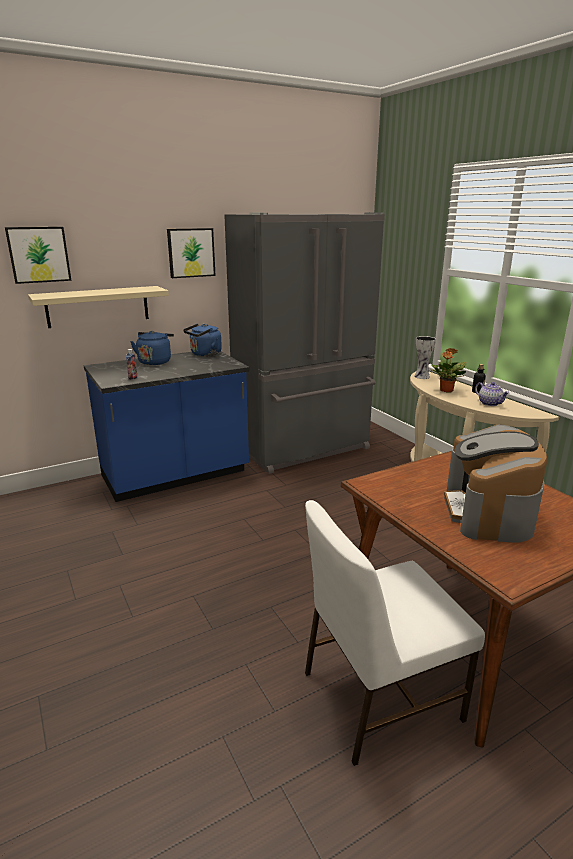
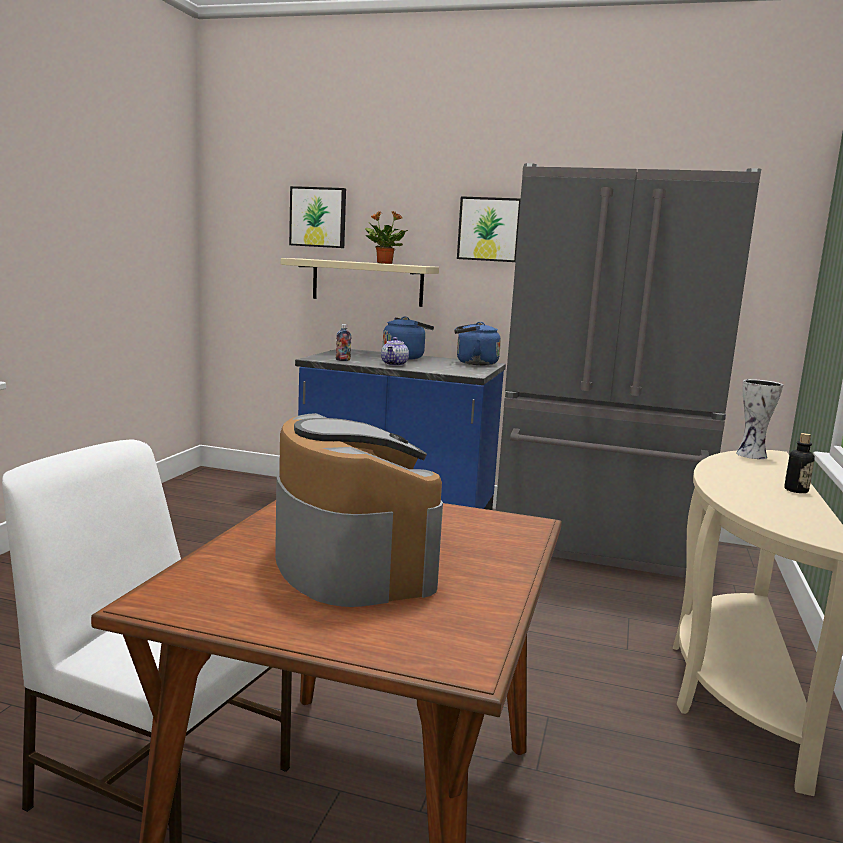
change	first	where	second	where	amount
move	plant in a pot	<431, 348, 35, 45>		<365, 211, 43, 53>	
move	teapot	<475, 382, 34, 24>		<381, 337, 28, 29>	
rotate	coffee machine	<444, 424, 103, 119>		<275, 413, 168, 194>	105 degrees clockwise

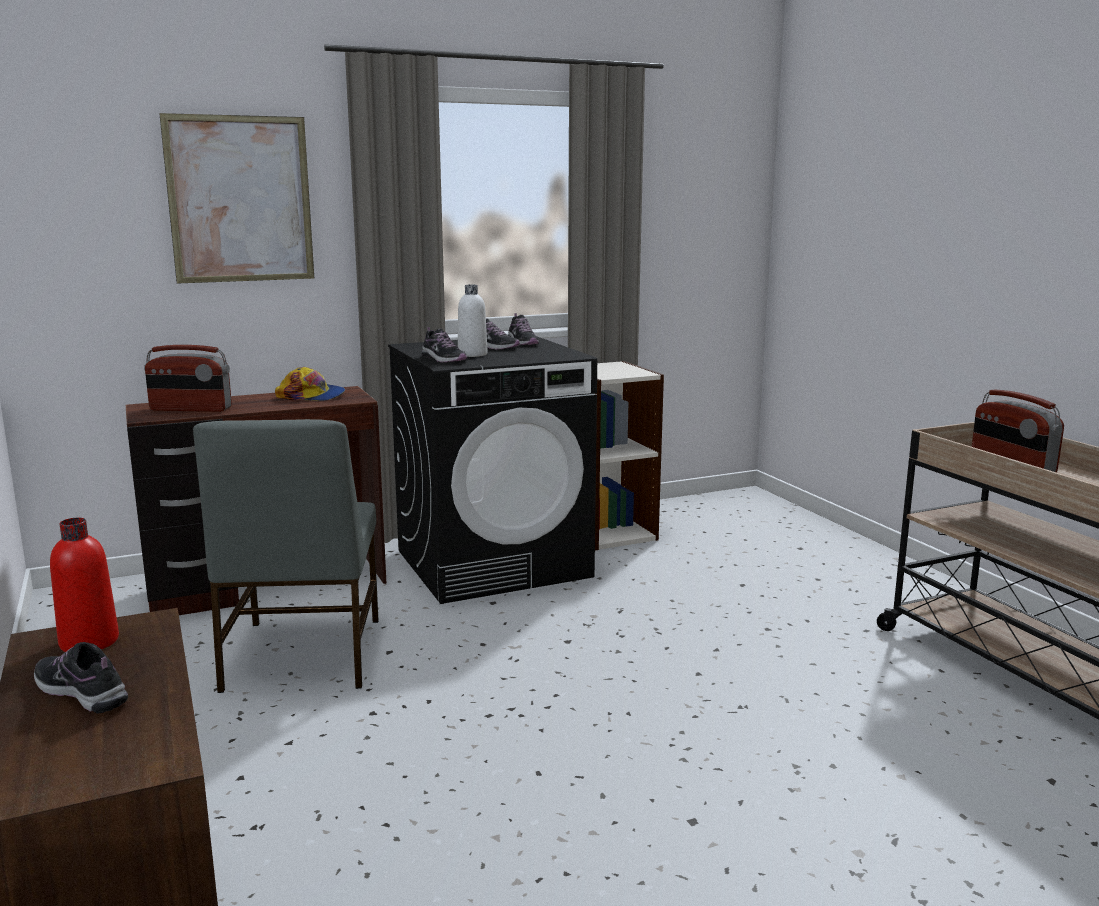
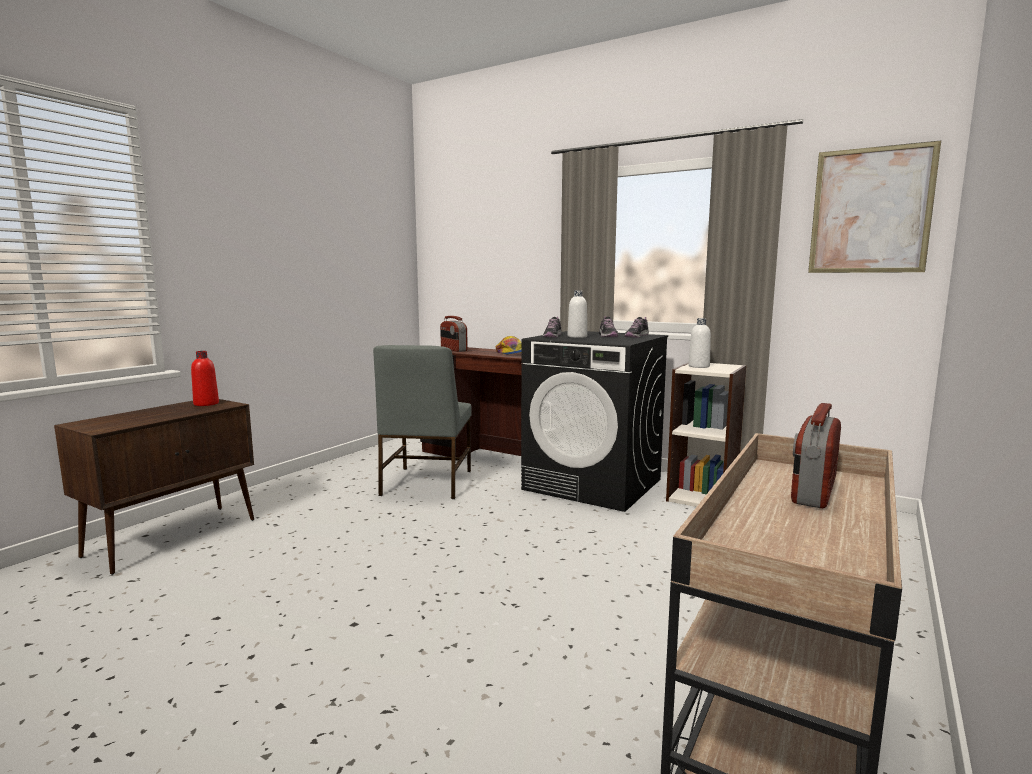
change	first	where	second	where	amount
delete	item of footwear	<34, 642, 94, 72>			
insert			white bottle	<688, 318, 23, 50>	
move	wall art	<159, 113, 155, 171>		<808, 141, 133, 132>	
rotate	greyish upright chair	<193, 419, 186, 274>		<373, 345, 99, 154>	45 degrees counterclockwise

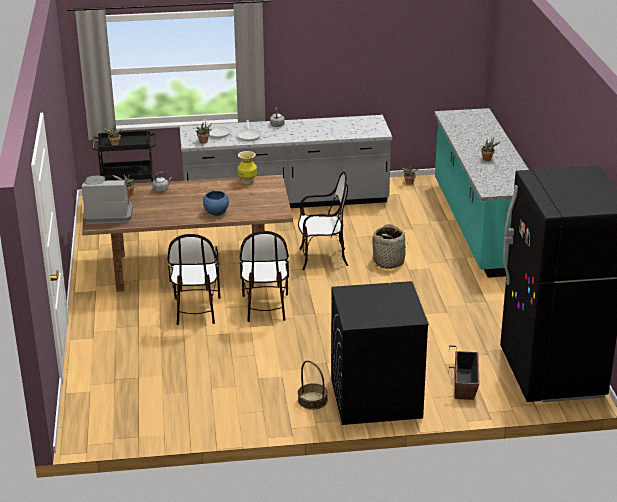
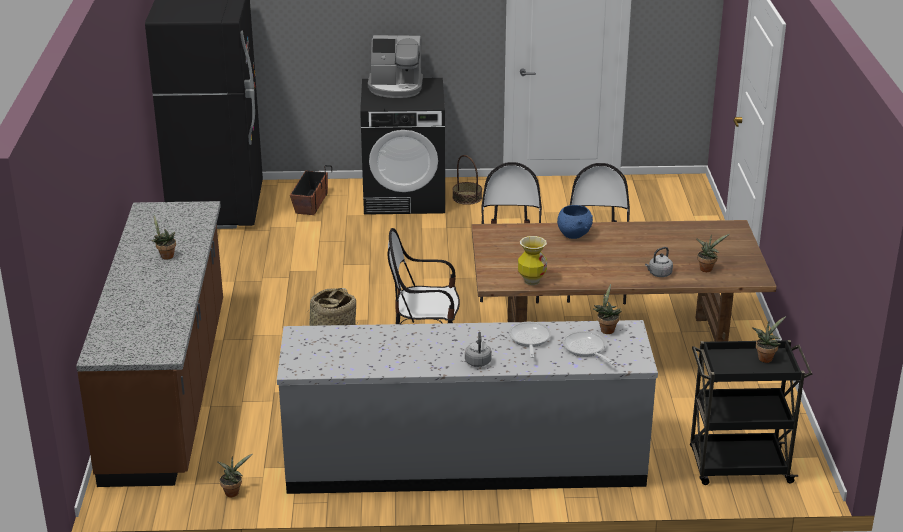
change	first	where	second	where	amount
move	coffee machine	<82, 176, 51, 48>		<368, 35, 55, 63>	
recolor	turquoise counter	<434, 108, 95, 170>	brown-coloured counter	<76, 201, 147, 286>	

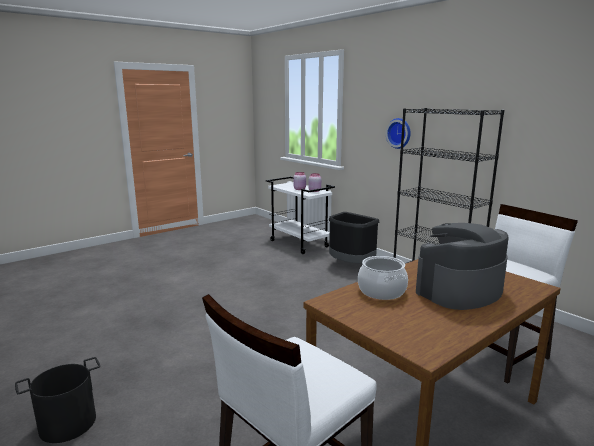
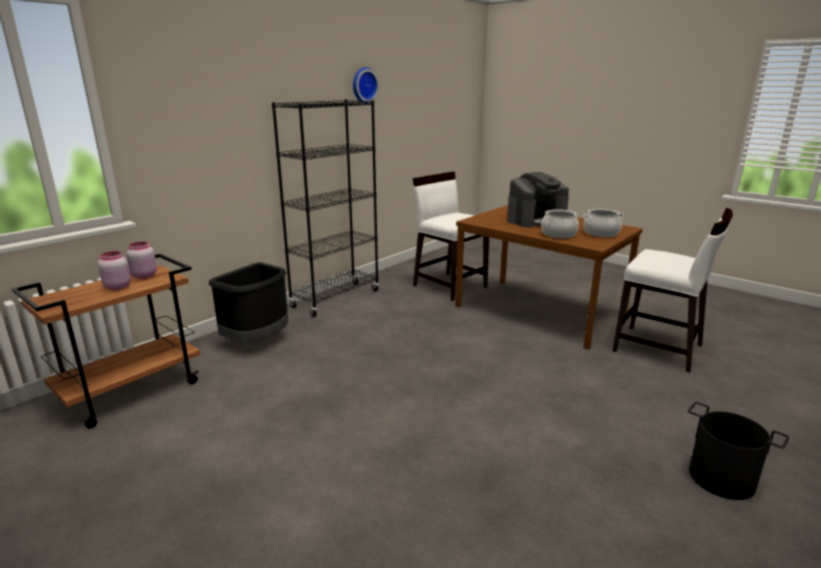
change	first	where	second	where	amount
insert			stockpot	<583, 209, 41, 28>	
move	hanging clock	<386, 118, 25, 31>		<353, 67, 26, 37>	
recolor	white cart	<266, 177, 69, 77>	brown-coloured cart	<12, 254, 188, 175>	
rotate	coffee machine	<416, 223, 93, 87>		<507, 172, 62, 56>	75 degrees counterclockwise

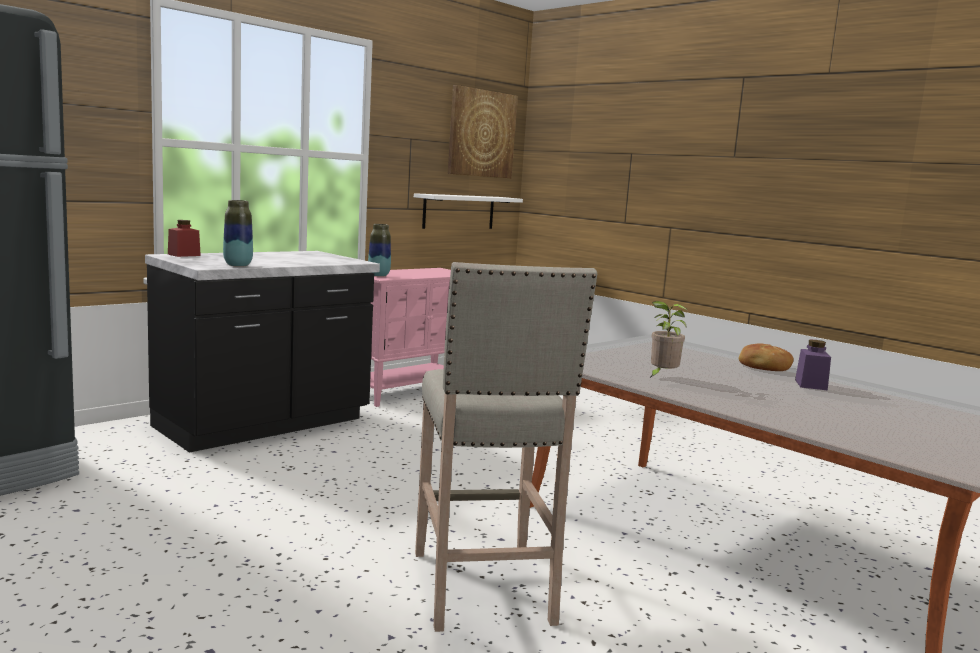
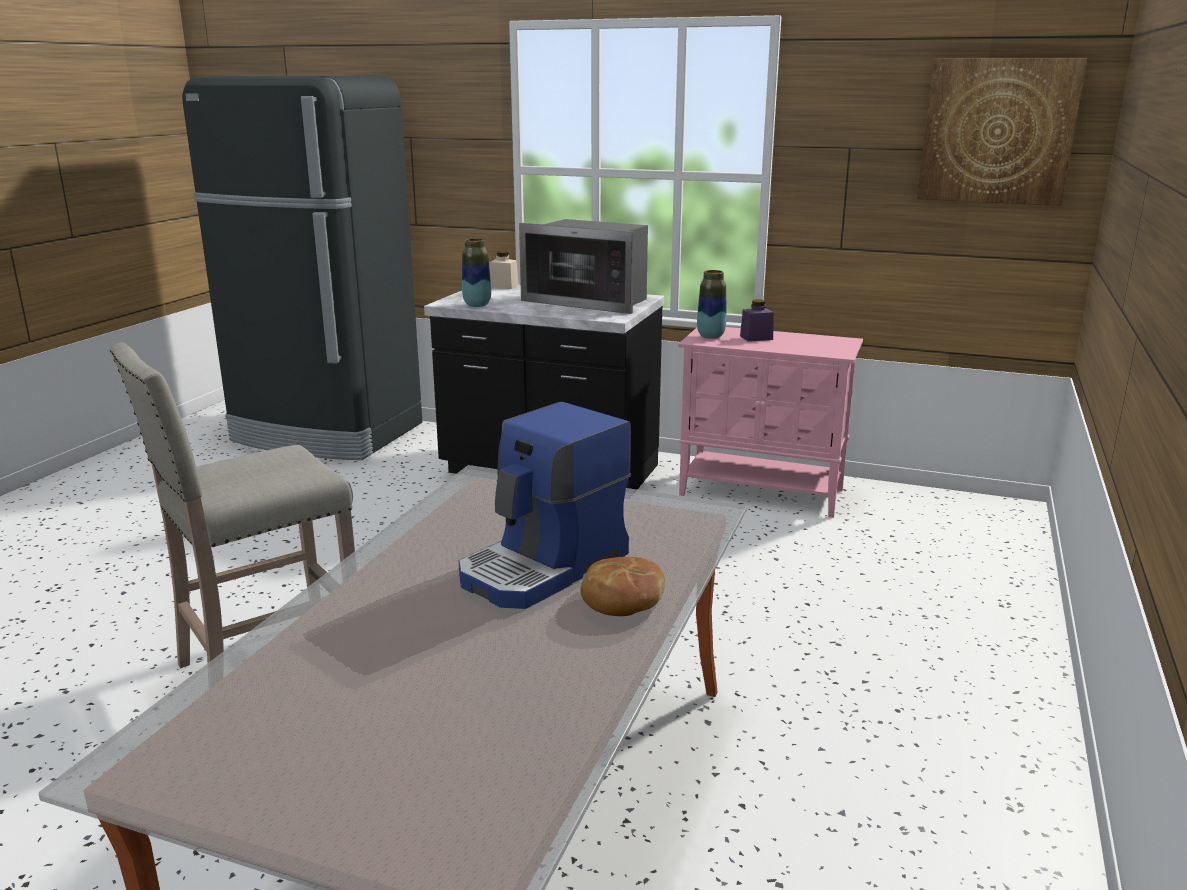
change	first	where	second	where	amount
delete	white wall shelf	<414, 193, 109, 36>			
delete	plant in a pot	<650, 301, 37, 77>			
insert			coffee machine	<459, 402, 172, 207>	
insert			microwave	<519, 219, 129, 95>	
move	purplish jar	<795, 340, 36, 51>		<740, 299, 34, 43>	
recolor	red-coloured jar	<168, 220, 33, 37>	sand-coloured jar	<489, 251, 29, 38>	

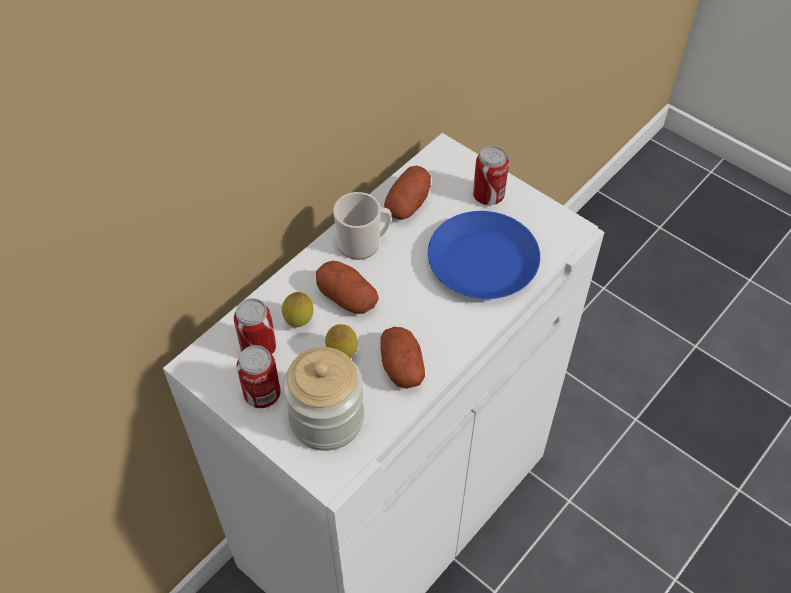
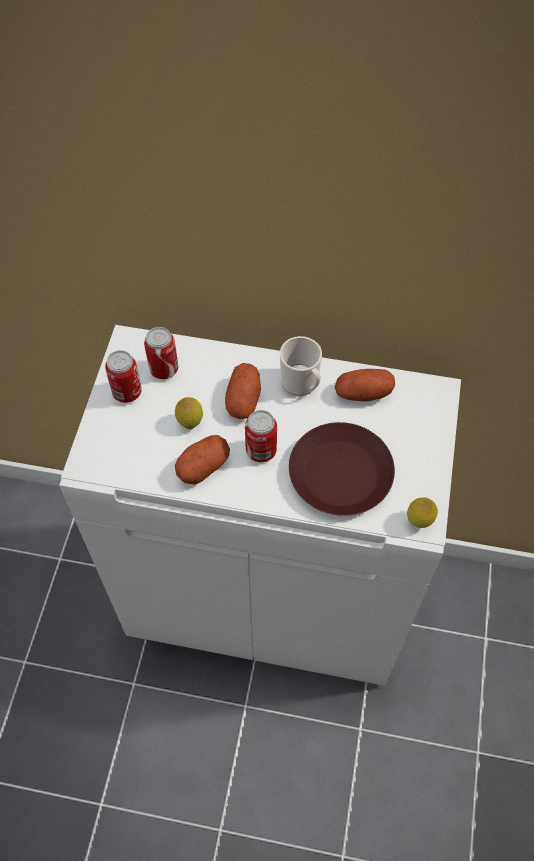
change	first	where	second	where	amount
delete	jar	<283, 347, 81, 104>			
move	whole lemon	<282, 292, 31, 35>		<407, 498, 31, 30>	
move	can	<473, 145, 36, 60>		<245, 410, 32, 52>	
recolor	blue dinner plate	<428, 211, 112, 88>	brown-coloured dinner plate	<289, 422, 106, 94>	

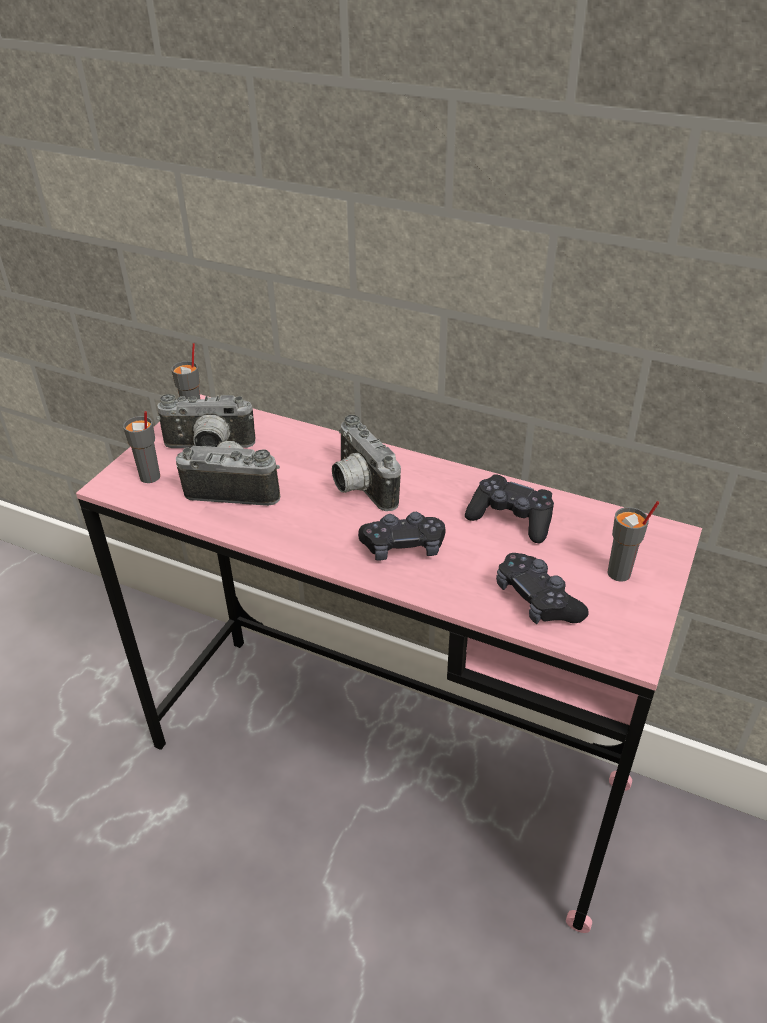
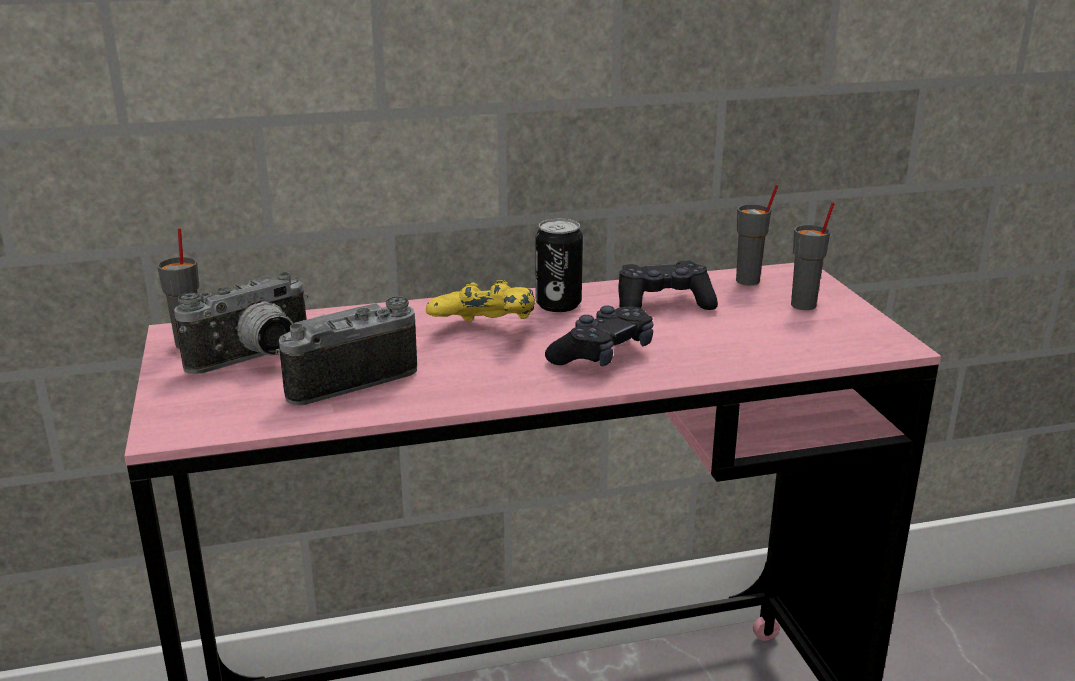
change	first	where	second	where	amount
delete	black-coloured game controller	<496, 553, 93, 71>			
insert			can	<536, 219, 47, 93>	
move	greyish cup	<123, 411, 37, 72>		<736, 184, 43, 101>	
replace	photo camera	<332, 415, 69, 96>	yellow game controller	<426, 280, 109, 41>	

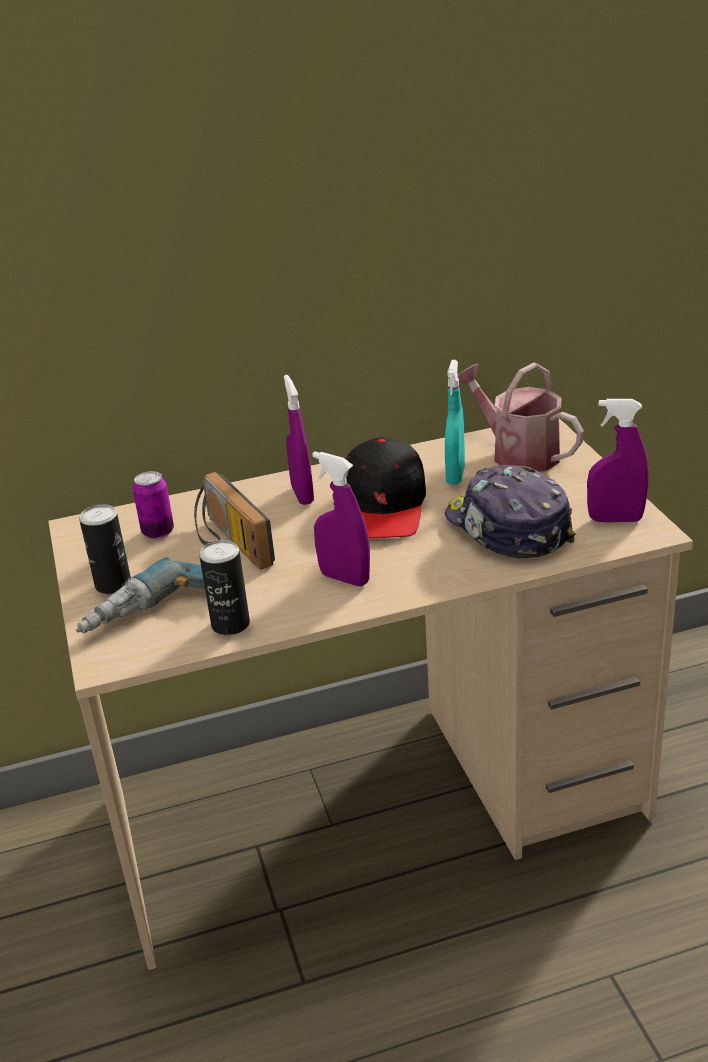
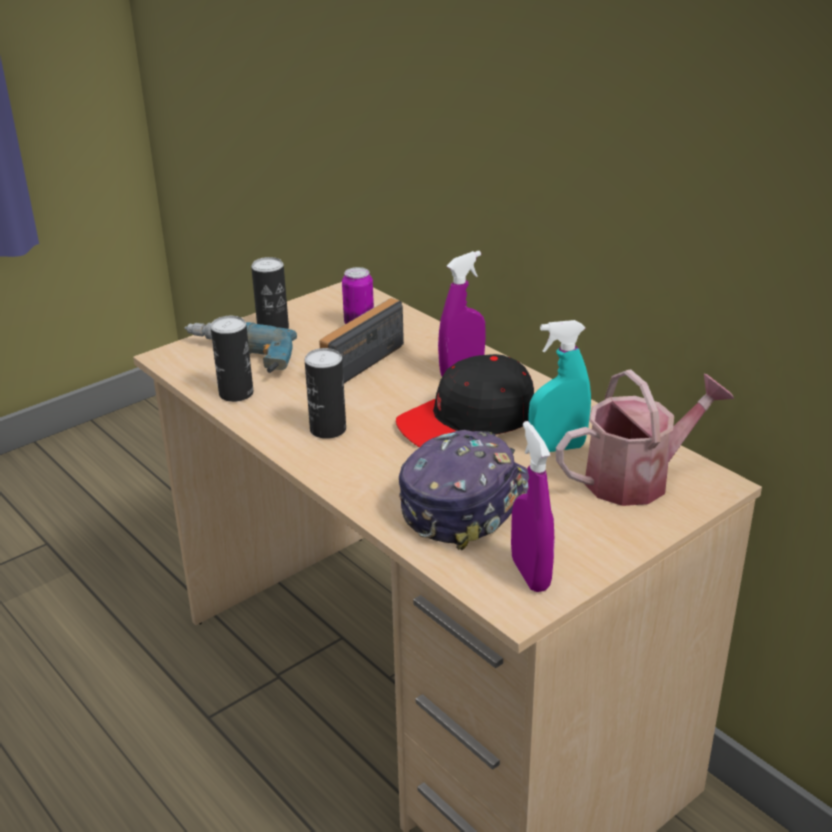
change	first	where	second	where	amount
replace	purplish hand sprayer	<312, 451, 58, 135>	can	<304, 348, 42, 91>	
rotate	watering pot	<458, 362, 126, 110>		<556, 369, 178, 137>	45 degrees clockwise

